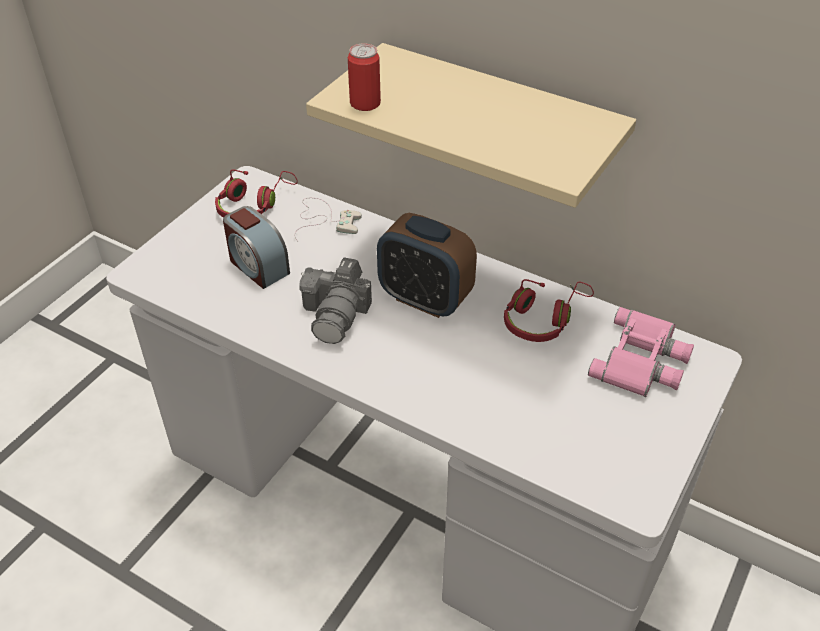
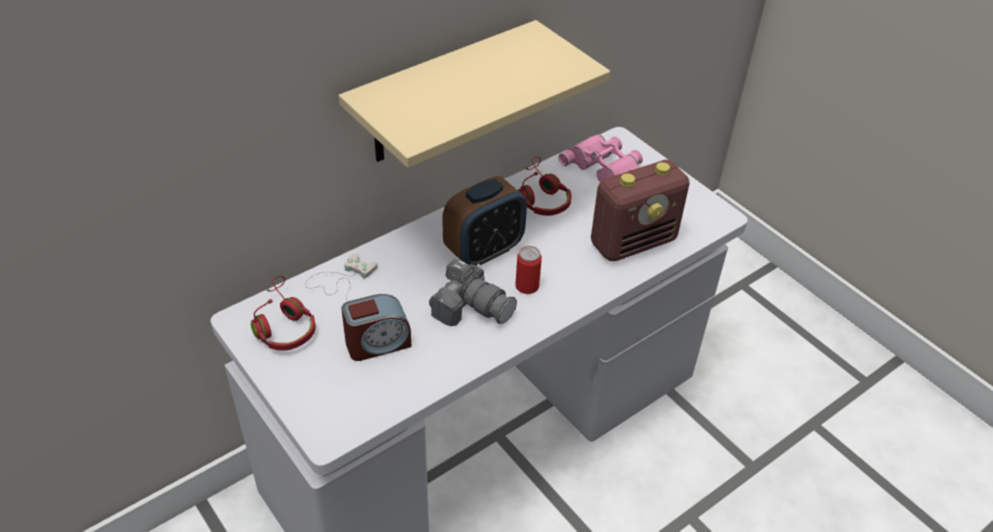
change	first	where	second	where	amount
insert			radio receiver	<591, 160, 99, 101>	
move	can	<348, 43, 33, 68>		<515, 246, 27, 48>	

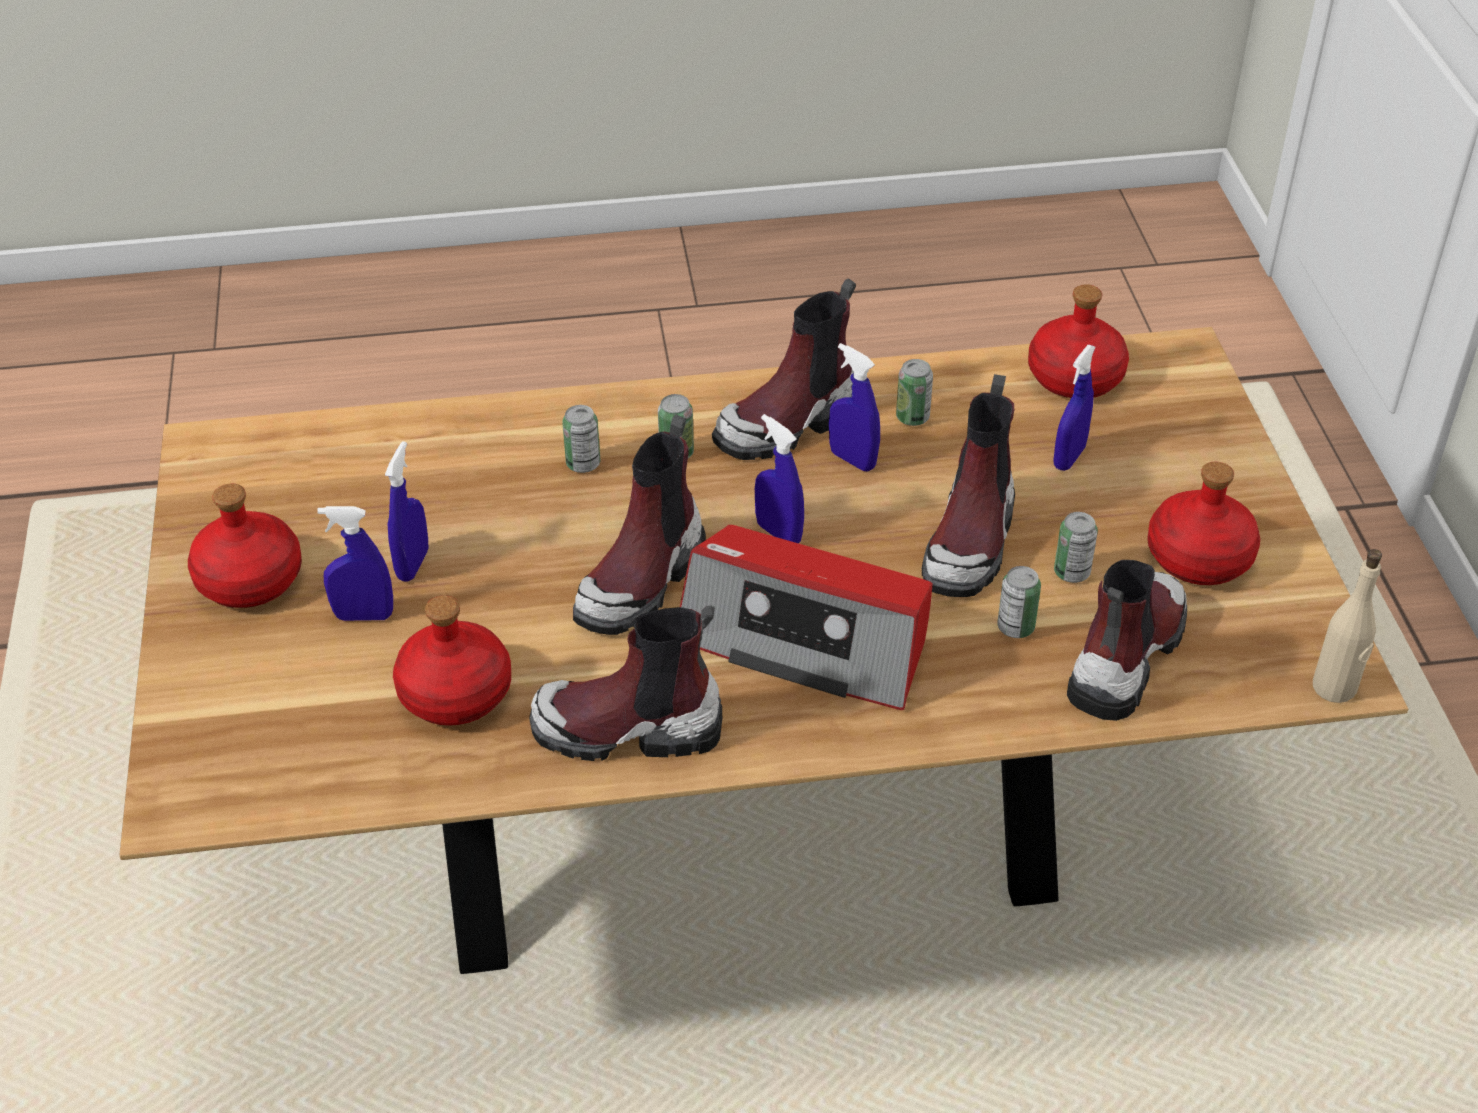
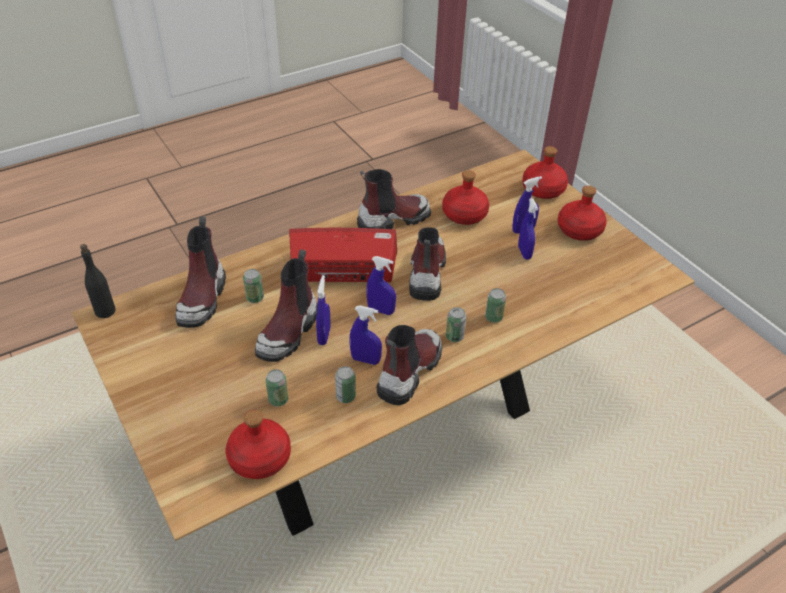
change	first	where	second	where	amount
move	blue hand sprayer	<1054, 345, 42, 126>		<316, 275, 15, 70>	
move	can	<1054, 512, 44, 71>		<266, 369, 22, 38>	
move	red-coloured bottle	<1147, 462, 113, 123>		<522, 146, 46, 53>	
recolor	sand-coloured bottle	<1313, 549, 69, 154>	black-coloured bottle	<80, 244, 35, 74>	
rotate	tall boot	<922, 374, 93, 223>		<255, 249, 63, 113>	150 degrees counterclockwise

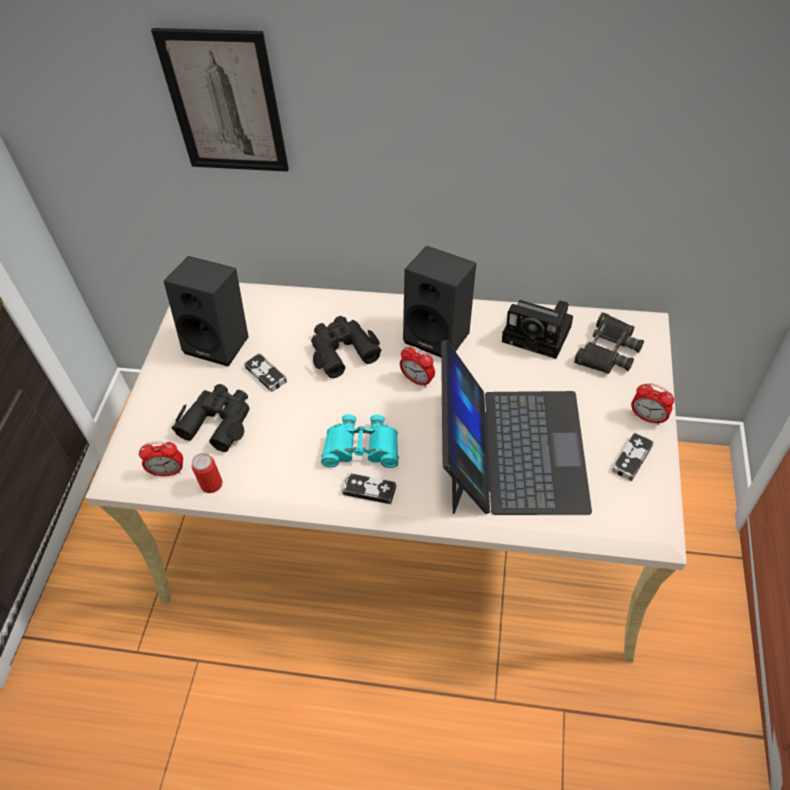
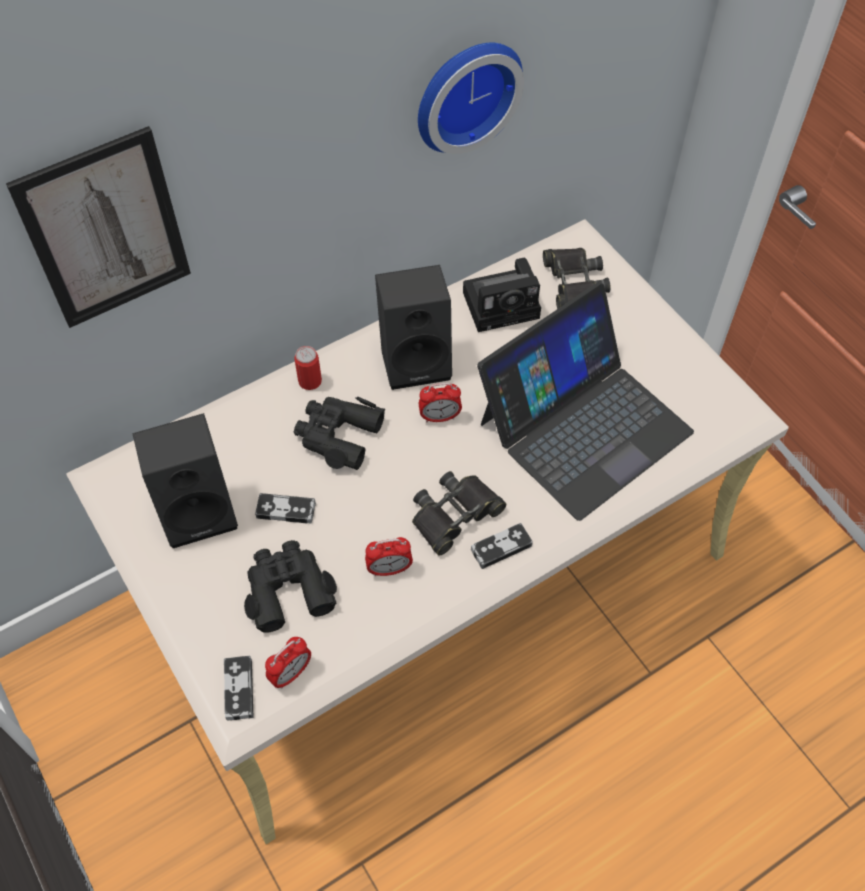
change	first	where	second	where	amount
insert			hanging clock	<418, 43, 106, 111>	
move	can	<192, 453, 31, 40>		<294, 346, 28, 44>	
move	game controller	<612, 433, 42, 48>		<224, 656, 29, 65>	
move	bedside clock	<631, 383, 43, 42>		<365, 537, 48, 39>	
recolor	turquoise binoculars	<321, 414, 78, 54>	black-coloured binoculars	<412, 471, 94, 84>	
rotate	laptop	<441, 340, 151, 175>		<477, 282, 217, 239>	90 degrees clockwise

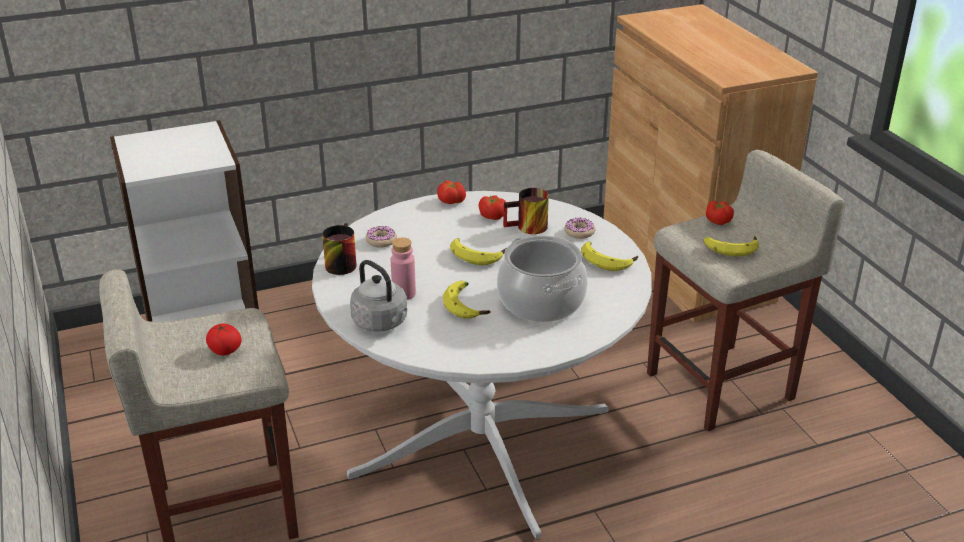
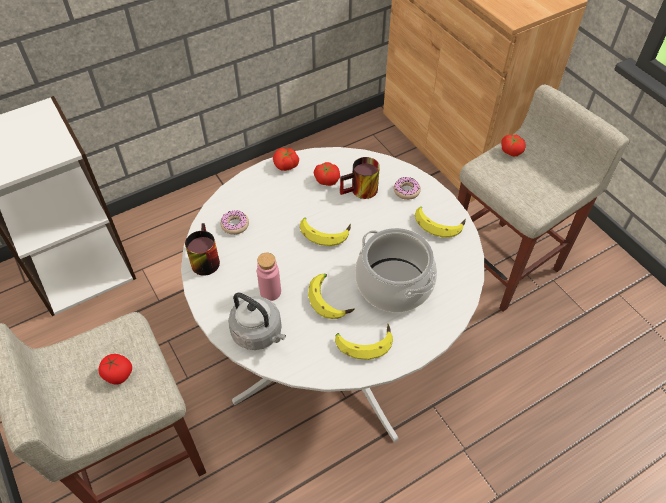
change	first	where	second	where	amount
move	banana fruit	<704, 236, 55, 20>		<335, 324, 58, 36>	

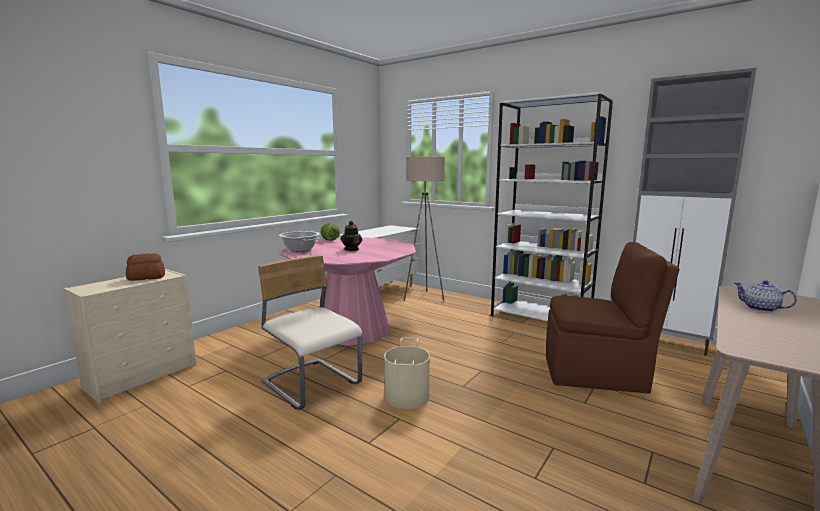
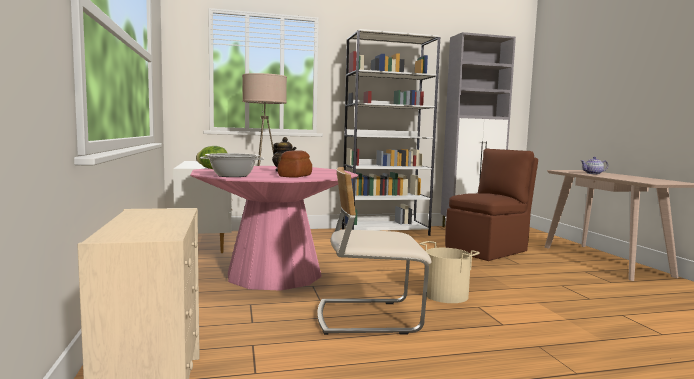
change	first	where	second	where	amount
move	bread	<126, 253, 39, 28>		<277, 150, 35, 28>	

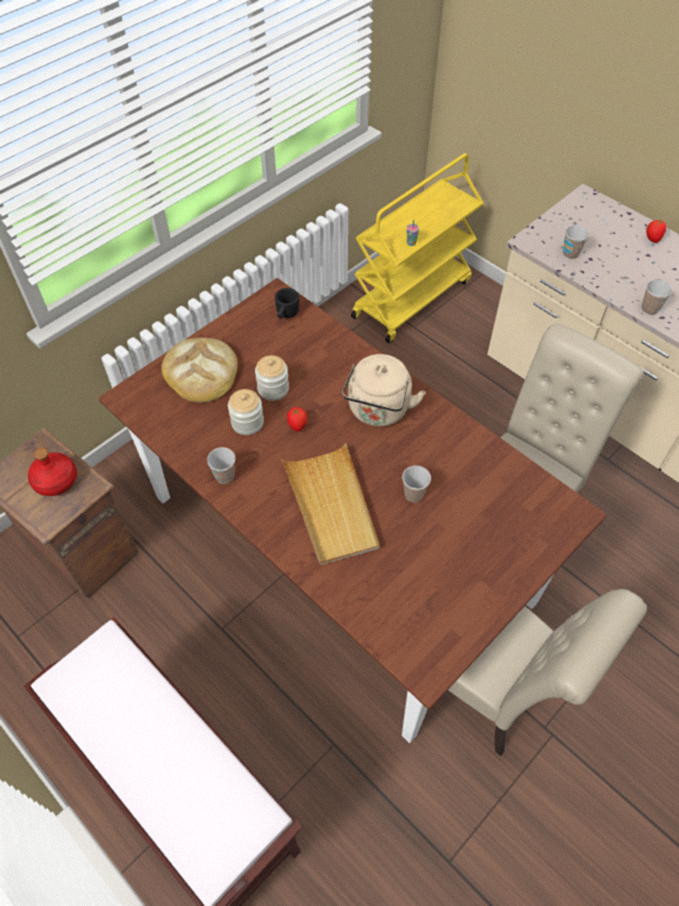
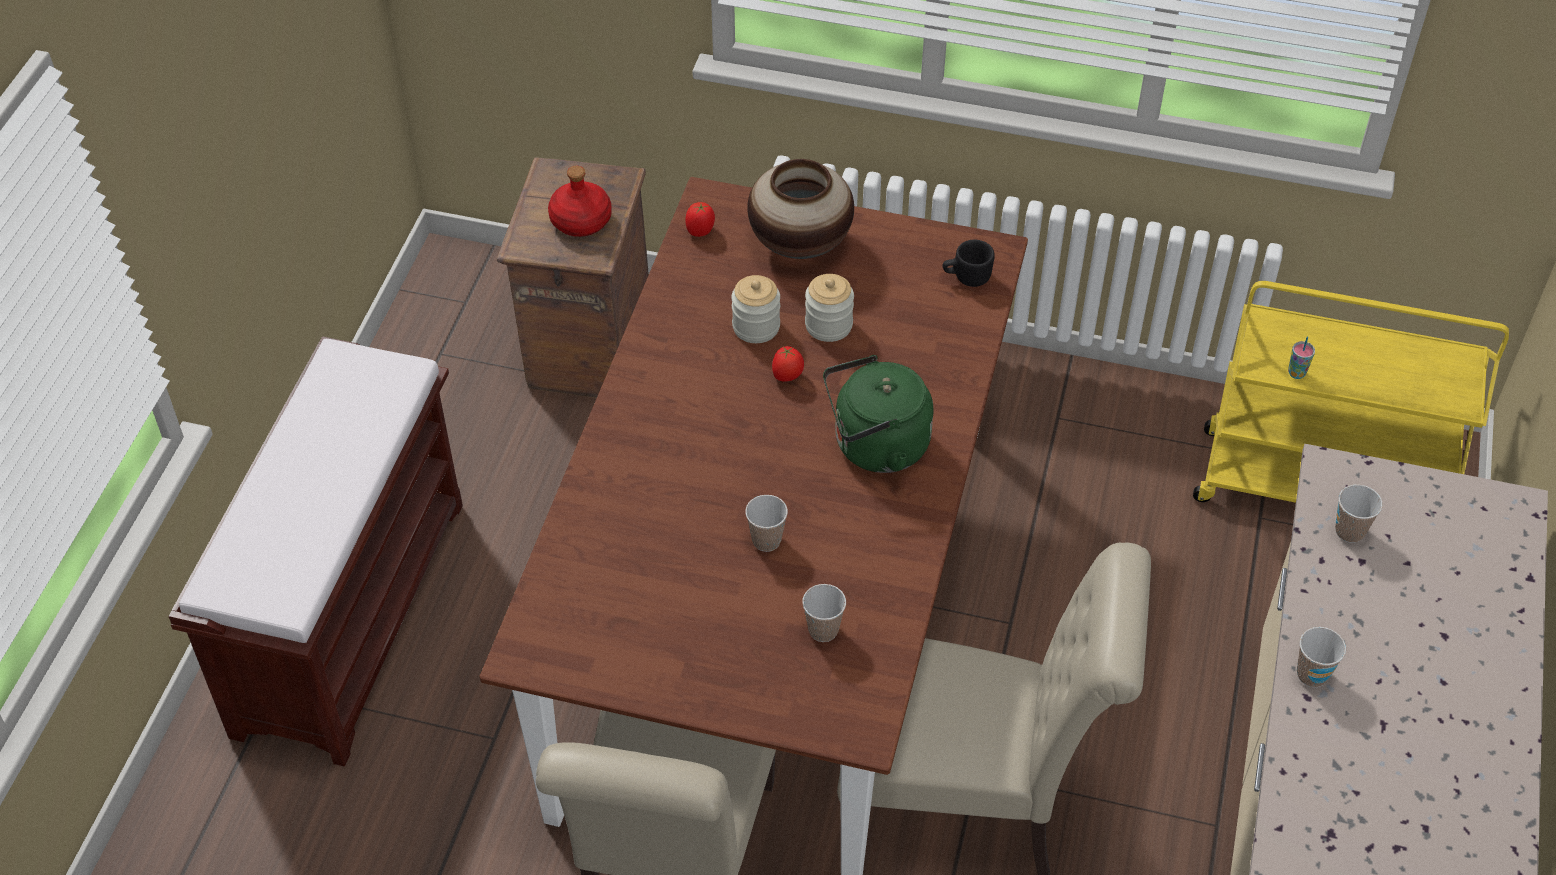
change	first	where	second	where	amount
delete	sand-coloured tray	<281, 443, 99, 122>			
move	cup	<207, 447, 28, 37>		<802, 584, 44, 58>	
move	tomato	<646, 220, 20, 23>		<685, 202, 30, 35>	
replace	bread	<161, 338, 77, 65>	vase	<747, 159, 107, 100>	
recolor	sand-coloured kettle	<342, 354, 84, 72>	green-coloured kettle	<823, 355, 110, 118>	

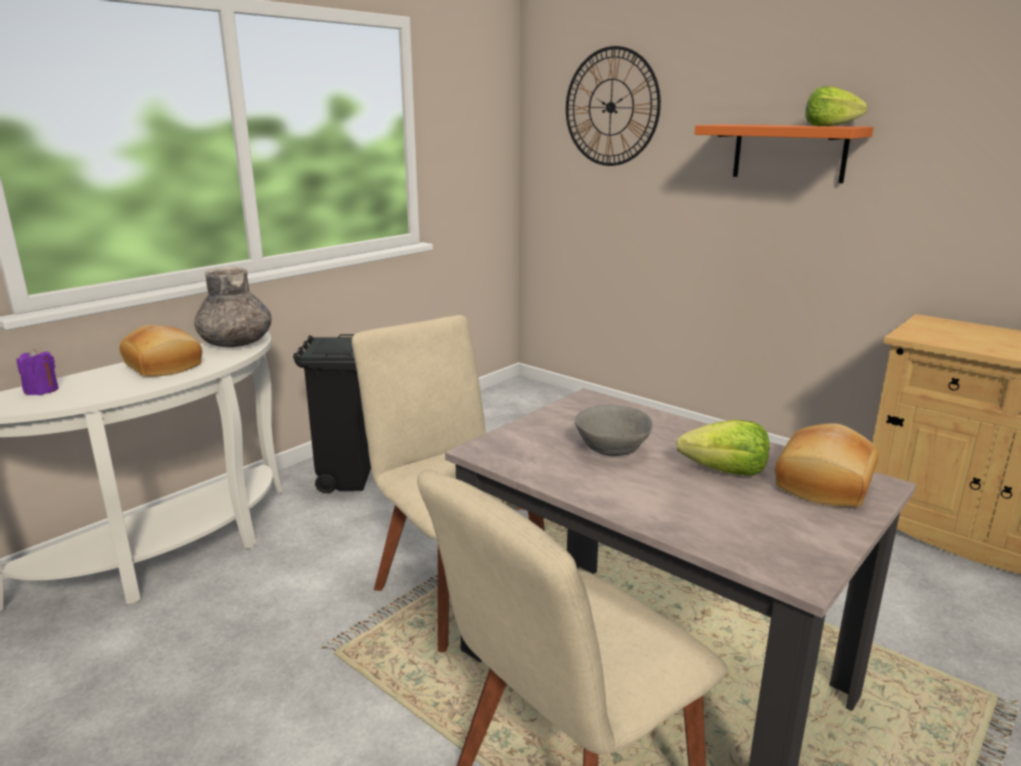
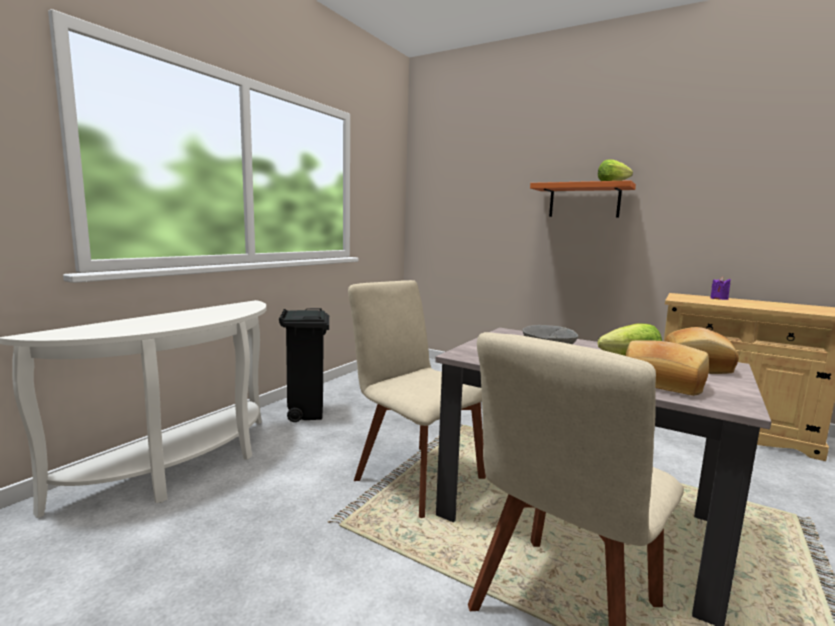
change	first	where	second	where	amount
delete	greyish vase	<194, 267, 78, 81>			
delete	hanging clock	<566, 46, 95, 120>			
move	purplish candle	<16, 349, 42, 46>		<710, 277, 21, 23>	
move	bread	<120, 325, 82, 52>		<625, 340, 84, 56>	

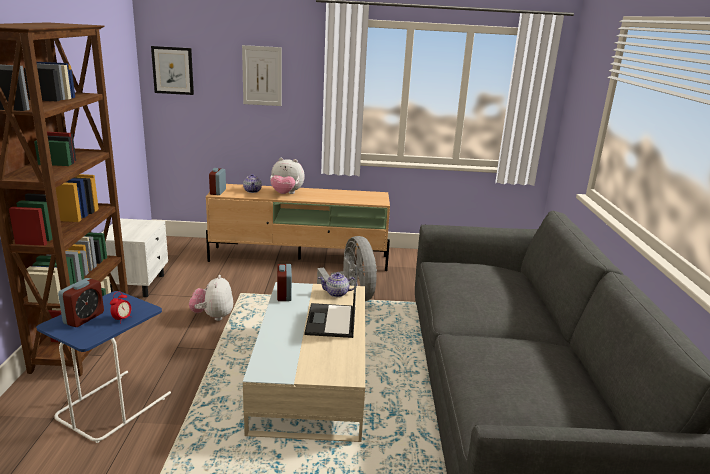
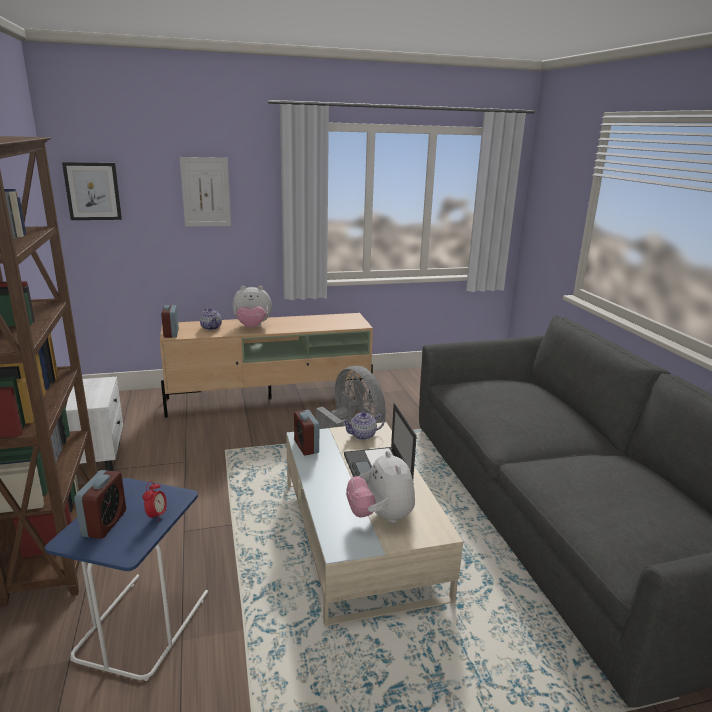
change	first	where	second	where	amount
move	soft toy	<189, 275, 44, 46>		<346, 451, 69, 72>	

